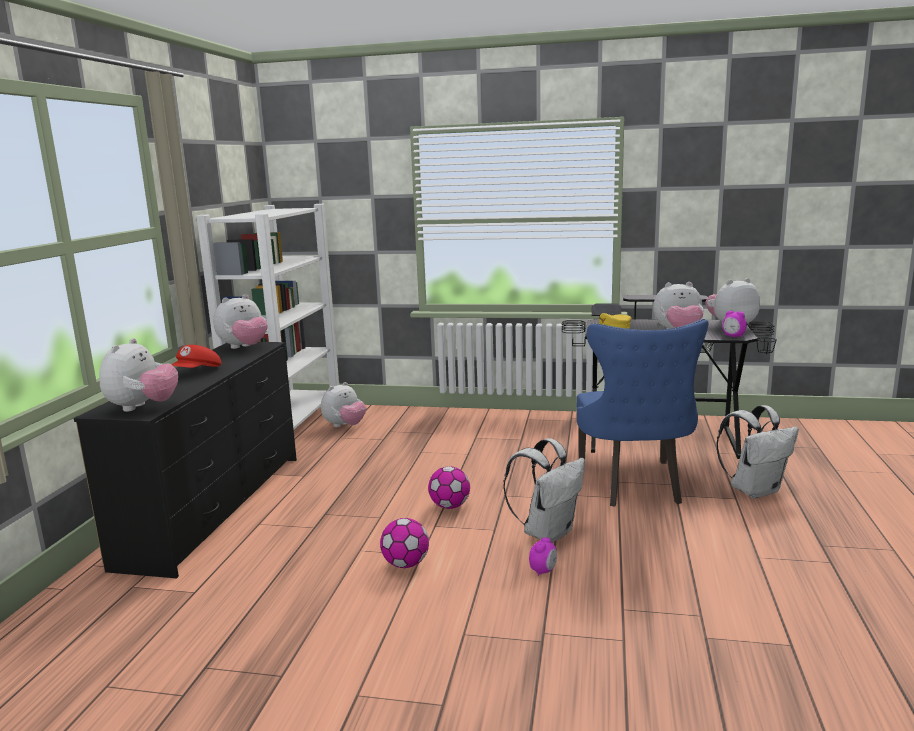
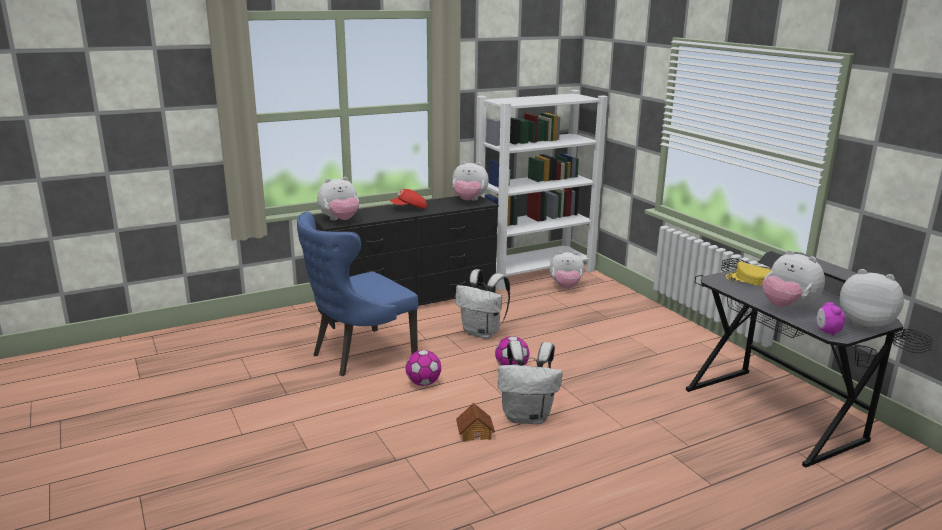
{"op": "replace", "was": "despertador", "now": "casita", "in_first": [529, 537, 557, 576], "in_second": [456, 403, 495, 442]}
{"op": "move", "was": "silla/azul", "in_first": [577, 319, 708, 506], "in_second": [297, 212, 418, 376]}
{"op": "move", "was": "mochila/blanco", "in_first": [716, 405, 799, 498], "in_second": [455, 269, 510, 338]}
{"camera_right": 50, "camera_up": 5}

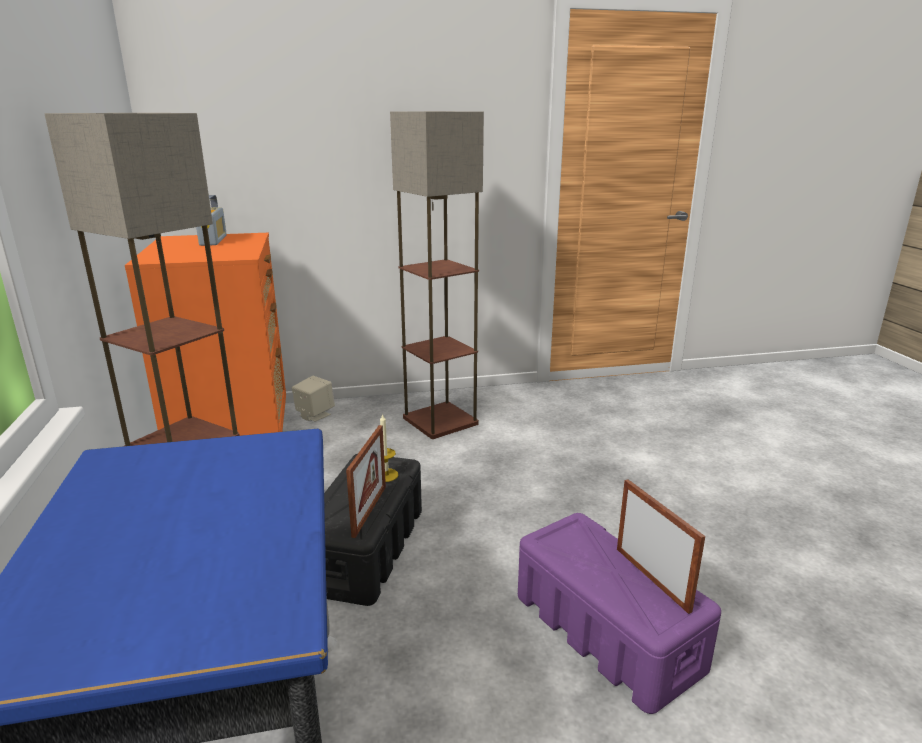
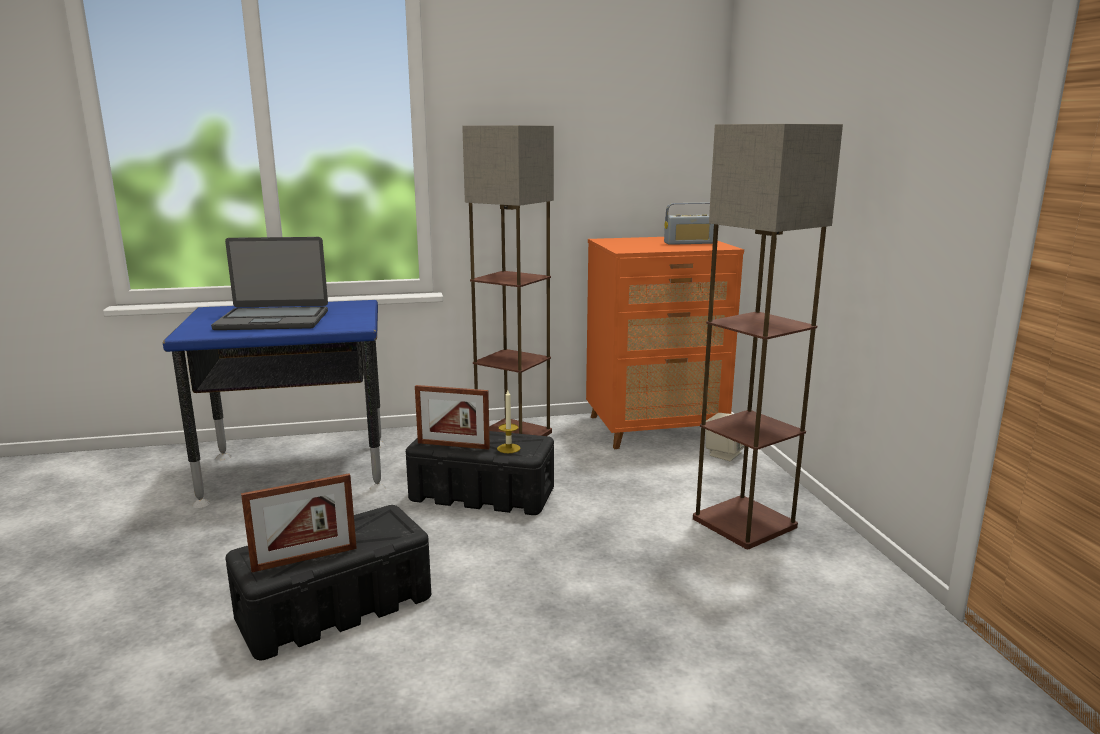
{"op": "recolor", "was": "caja de almacenaje/morado", "now": "caja de almacenaje/negro", "in_first": [518, 513, 721, 714], "in_second": [225, 505, 431, 660]}
{"op": "insert", "now": "portátil", "in_second": [211, 237, 328, 330]}
{"camera_right": 90, "camera_up": -5}

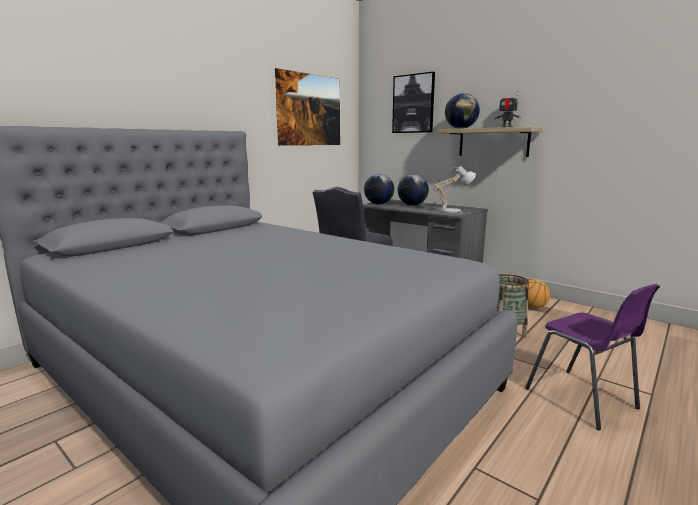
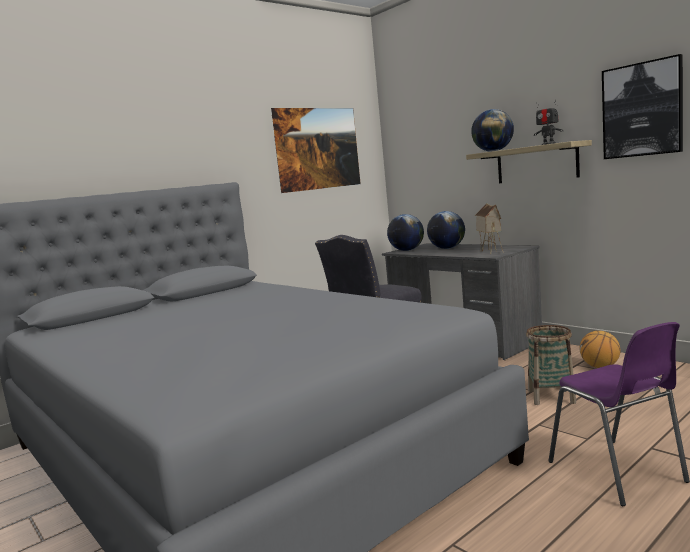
{"op": "move", "was": "cuadro", "in_first": [392, 72, 435, 133], "in_second": [602, 54, 683, 159]}
{"op": "replace", "was": "lámpara de mesa", "now": "casita", "in_first": [432, 166, 476, 214], "in_second": [475, 203, 504, 254]}
{"camera_right": 10, "camera_up": -5}

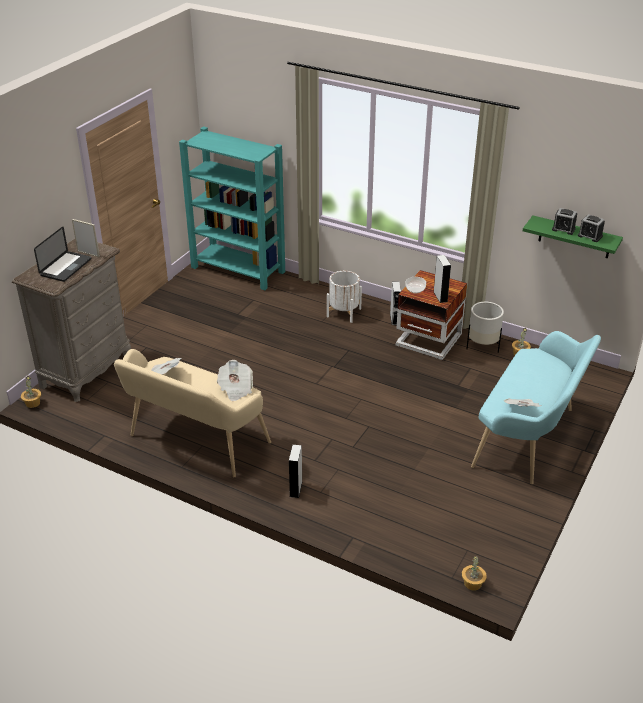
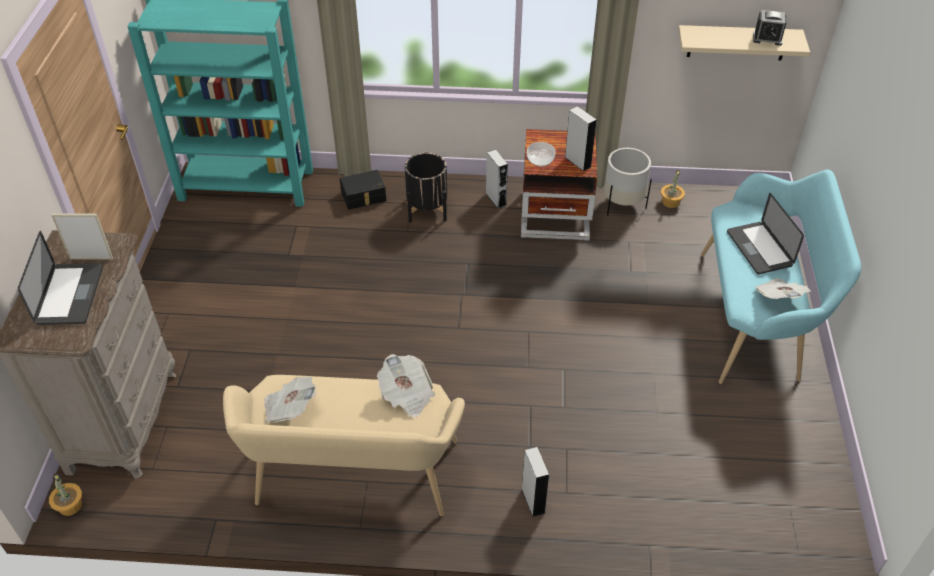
{"op": "recolor", "was": "maceta/blanco", "now": "maceta/negro", "in_first": [327, 271, 362, 323], "in_second": [405, 153, 447, 223]}
{"op": "delete", "was": "planta en maceta", "in_first": [462, 556, 487, 591]}
{"op": "recolor", "was": "estante/verde", "now": "estante/beis", "in_first": [523, 216, 623, 258], "in_second": [678, 25, 810, 61]}
{"op": "delete", "was": "despertador", "in_first": [552, 208, 577, 235]}
{"op": "insert", "now": "caja de almacenaje/negro", "in_second": [340, 170, 386, 210]}
{"op": "insert", "now": "portátil", "in_second": [727, 193, 804, 274]}
{"camera_right": -25, "camera_up": 10}

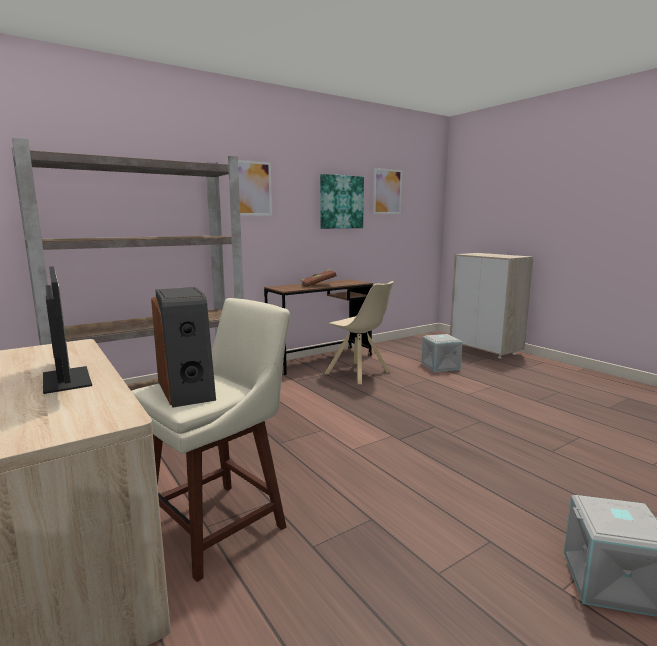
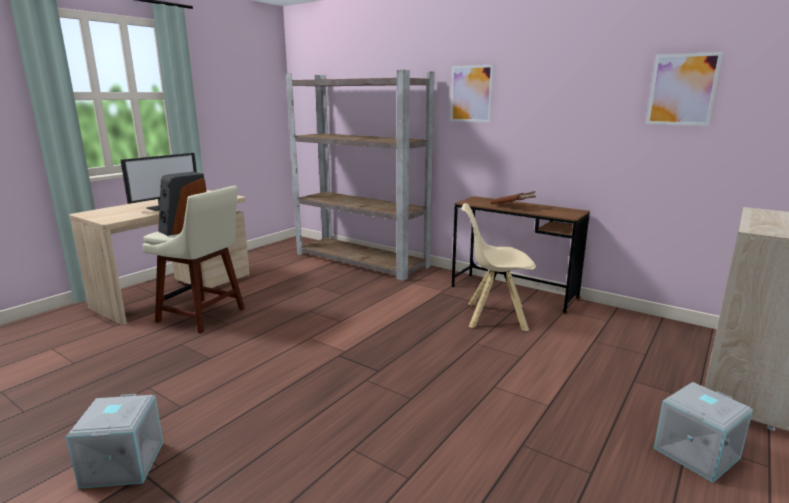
{"op": "delete", "was": "cuadro", "in_first": [320, 174, 364, 229]}
{"op": "rotate", "was": "silla/beis", "in_first": [324, 281, 394, 385], "in_second": [462, 203, 536, 332], "clockwise": 75}
{"op": "move", "was": "caja de almacenaje/gris", "in_first": [421, 334, 462, 372], "in_second": [654, 382, 753, 483]}
{"camera_right": 70, "camera_up": 5}

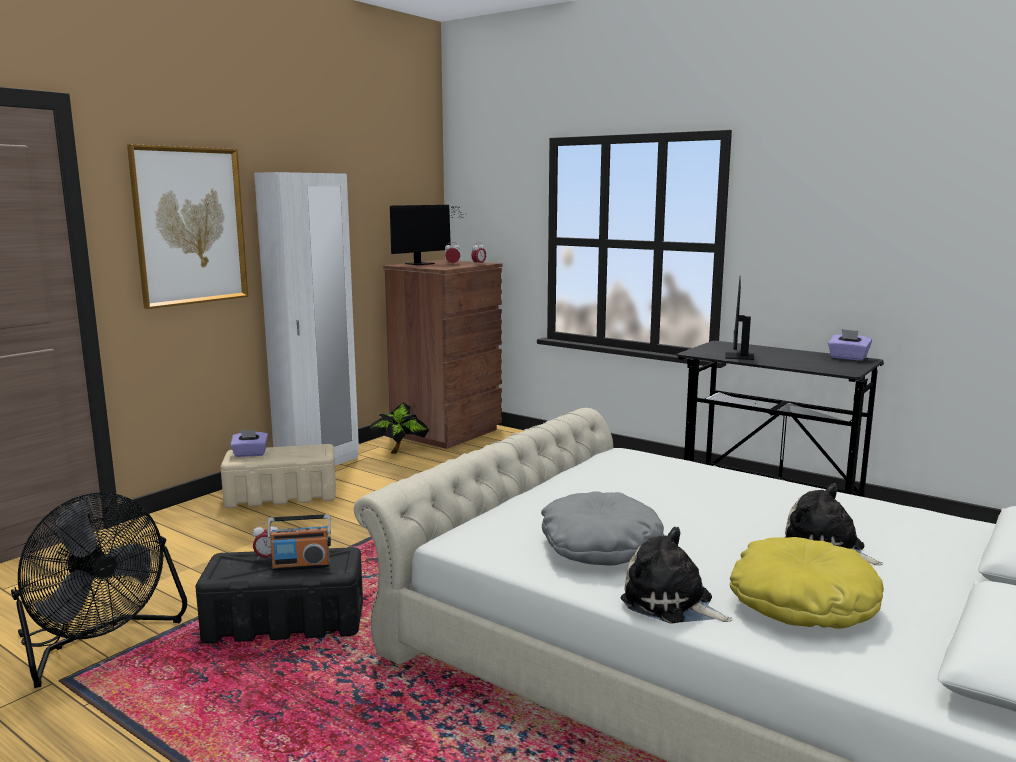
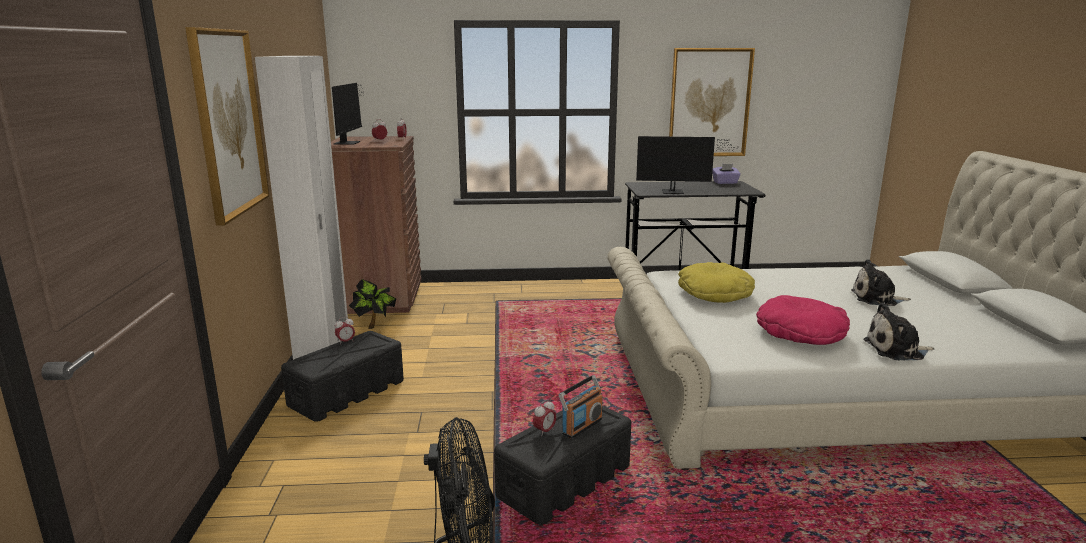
{"op": "recolor", "was": "caja de almacenaje/beis", "now": "caja de almacenaje/negro", "in_first": [221, 444, 336, 508], "in_second": [281, 331, 404, 422]}
{"op": "delete", "was": "caja de pañuelos/morado", "in_first": [230, 430, 268, 457]}
{"op": "recolor", "was": "cojín/gris", "now": "cojín/rosa", "in_first": [541, 491, 664, 566], "in_second": [756, 295, 850, 345]}
{"op": "rotate", "was": "monitor", "in_first": [725, 277, 754, 360], "in_second": [636, 136, 740, 194], "clockwise": -60}
{"op": "move", "was": "cojín/amarillo", "in_first": [730, 537, 884, 629], "in_second": [678, 262, 755, 303]}
{"op": "insert", "now": "despertador", "in_second": [335, 317, 355, 345]}
{"op": "insert", "now": "cuadro", "in_second": [669, 48, 755, 156]}
{"camera_right": -40, "camera_up": 5}

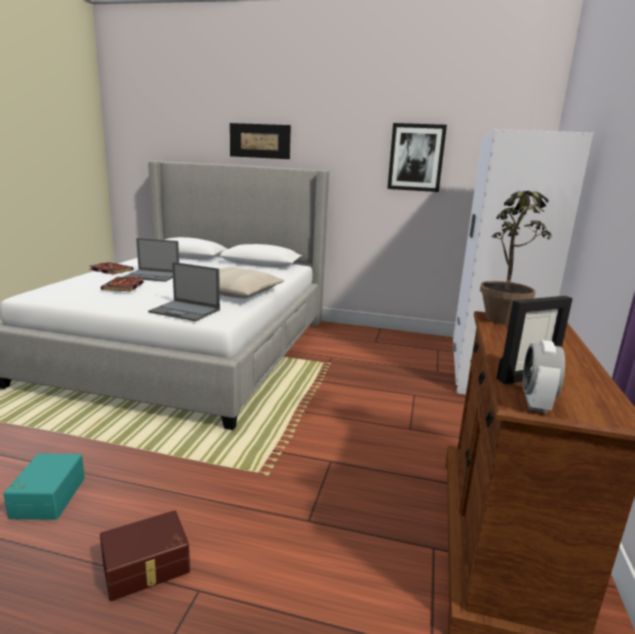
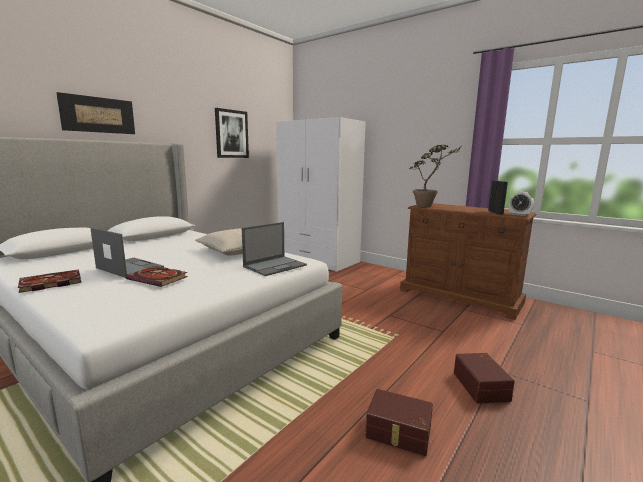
{"op": "recolor", "was": "caja de almacenaje/turquesa", "now": "caja de almacenaje/marrón", "in_first": [3, 453, 85, 520], "in_second": [365, 389, 433, 456]}
{"op": "rotate", "was": "portátil", "in_first": [123, 238, 179, 282], "in_second": [90, 228, 164, 278], "clockwise": -90}
{"camera_right": -65, "camera_up": -5}

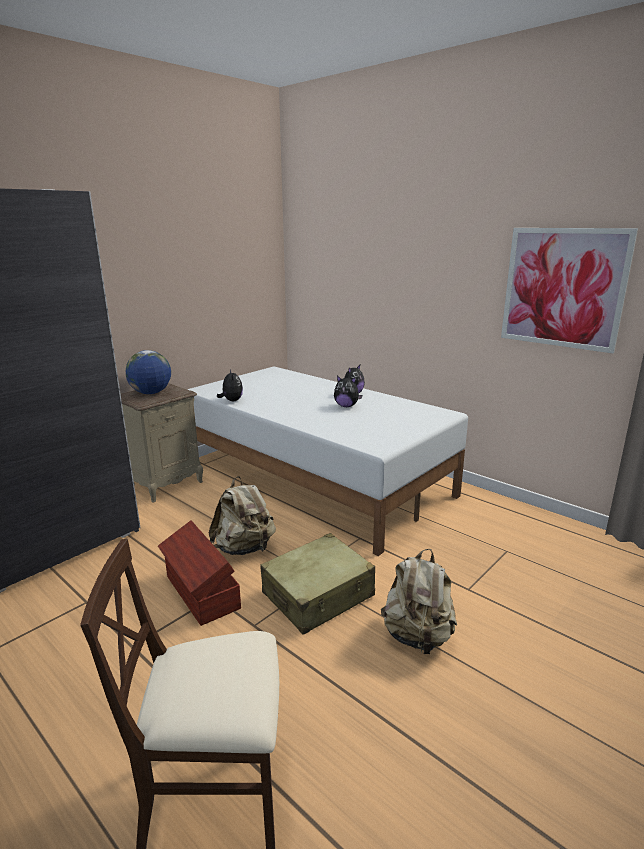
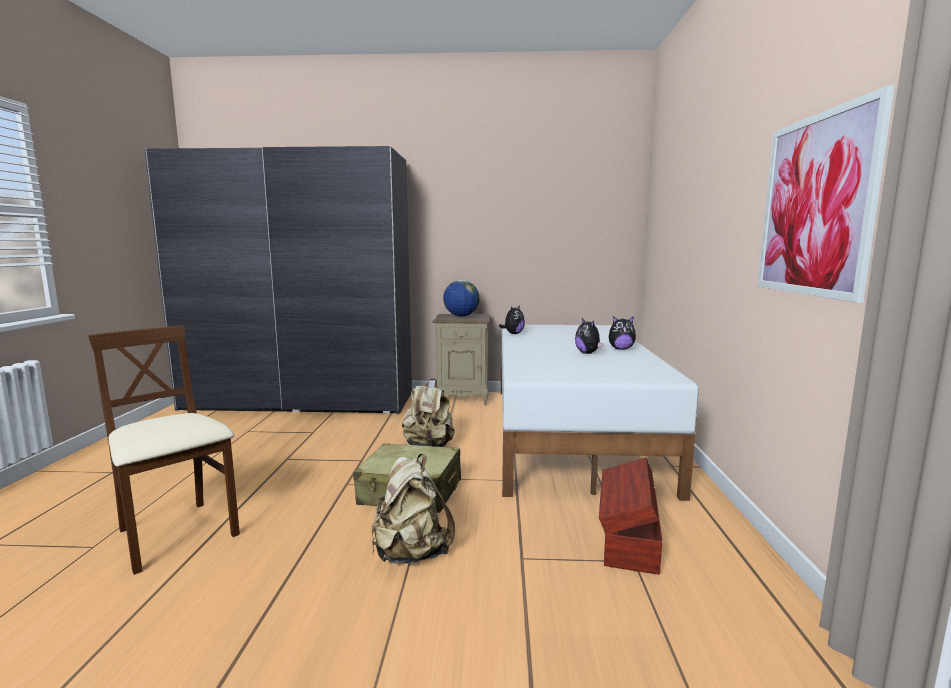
{"op": "move", "was": "caja de almacenaje/marrón", "in_first": [158, 521, 241, 626], "in_second": [599, 457, 663, 575]}
{"camera_right": 50, "camera_up": -10}

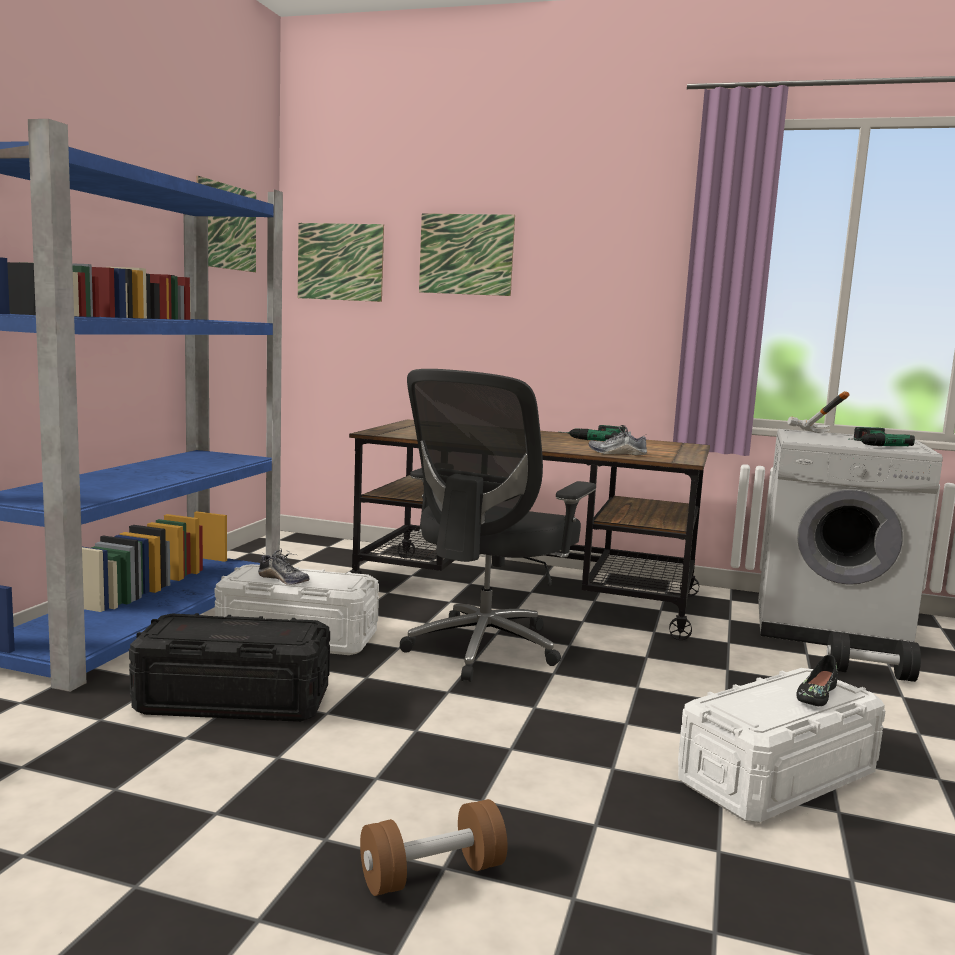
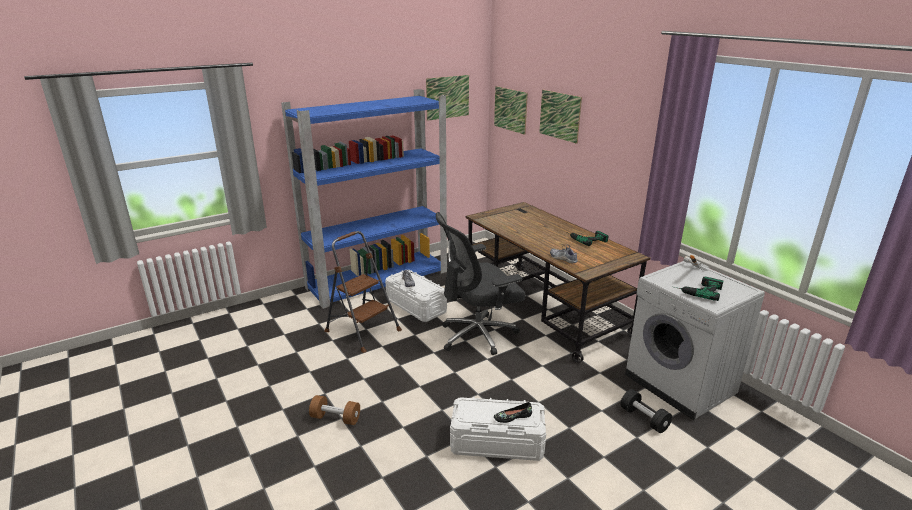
{"op": "replace", "was": "caja de almacenaje/negro", "now": "escalera de tijera/marrón", "in_first": [129, 613, 330, 722], "in_second": [324, 231, 402, 353]}
{"camera_right": 40, "camera_up": 15}

